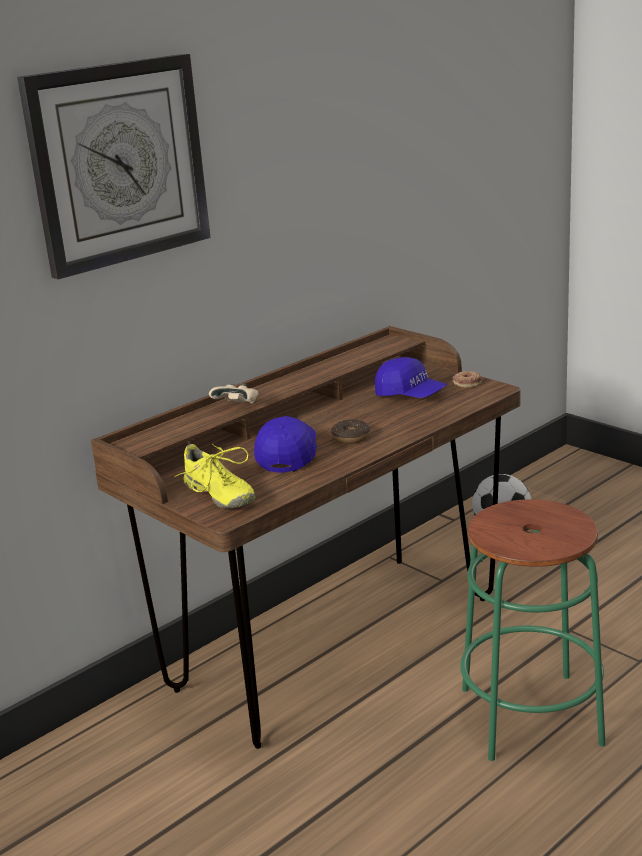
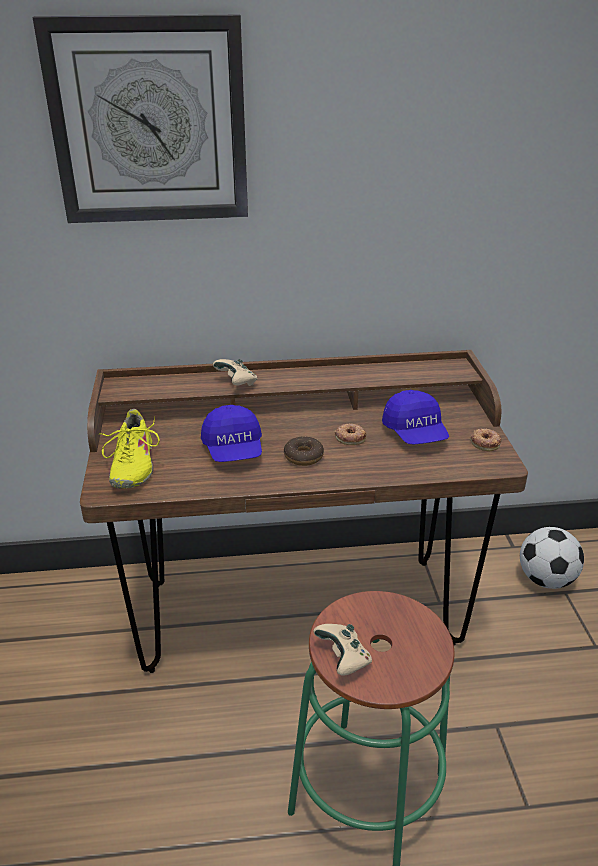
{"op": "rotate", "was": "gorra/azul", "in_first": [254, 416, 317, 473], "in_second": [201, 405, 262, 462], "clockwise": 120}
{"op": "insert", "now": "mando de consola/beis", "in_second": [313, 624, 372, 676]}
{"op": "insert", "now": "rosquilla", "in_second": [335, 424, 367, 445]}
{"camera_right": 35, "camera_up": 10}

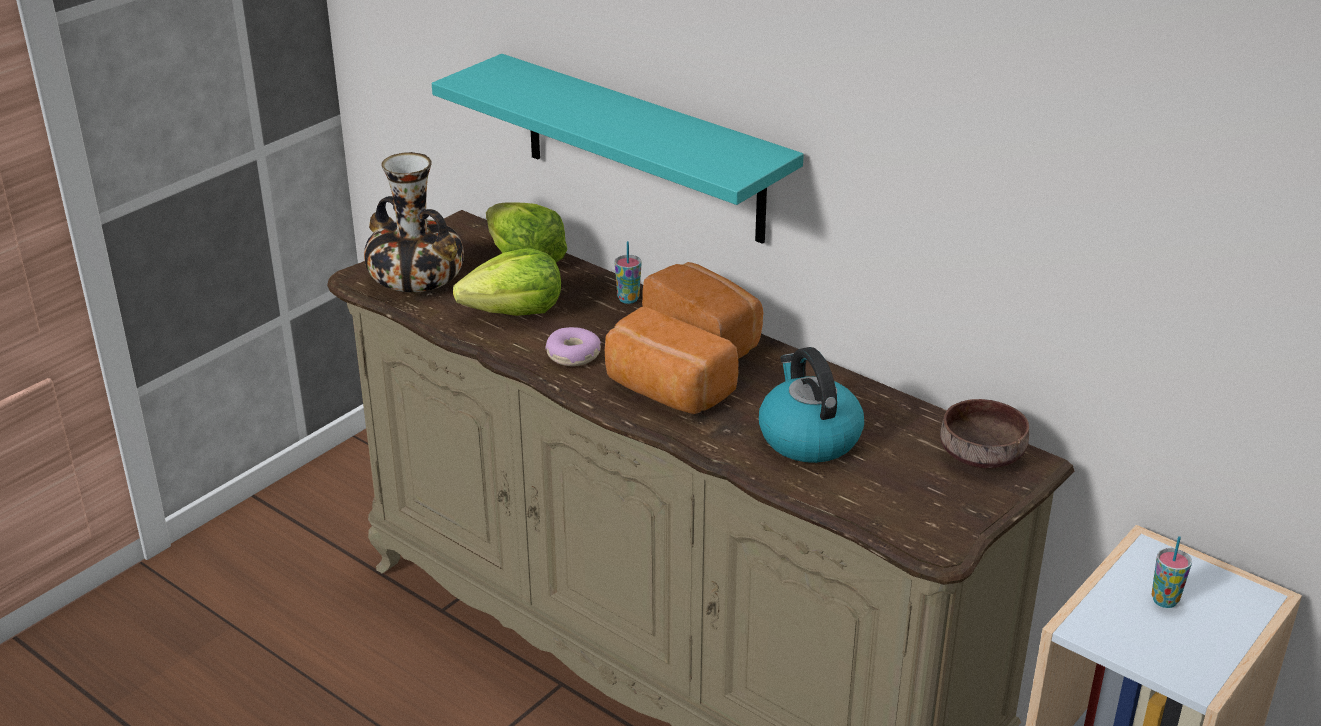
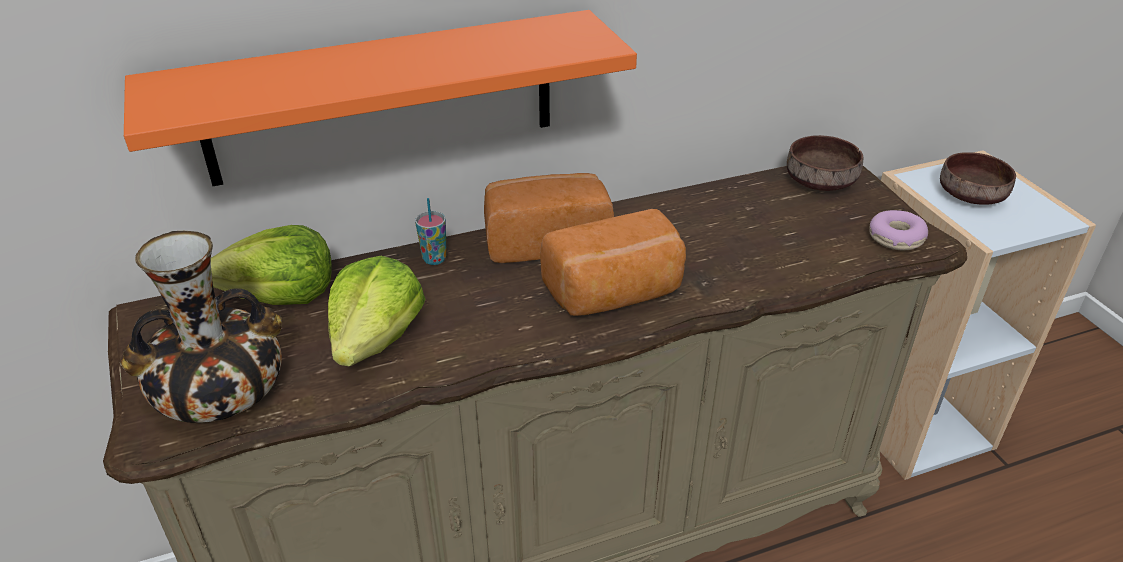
{"op": "recolor", "was": "estante/turquesa", "now": "estante/naranja", "in_first": [432, 54, 804, 244], "in_second": [124, 10, 637, 186]}
{"op": "move", "was": "rosquilla", "in_first": [545, 327, 601, 366], "in_second": [869, 210, 928, 250]}
{"op": "delete", "was": "hervidor", "in_first": [759, 347, 864, 463]}
{"op": "replace", "was": "taza", "now": "cuenco/marrón", "in_first": [1152, 536, 1192, 608], "in_second": [940, 152, 1016, 205]}
{"camera_right": -60, "camera_up": 5}

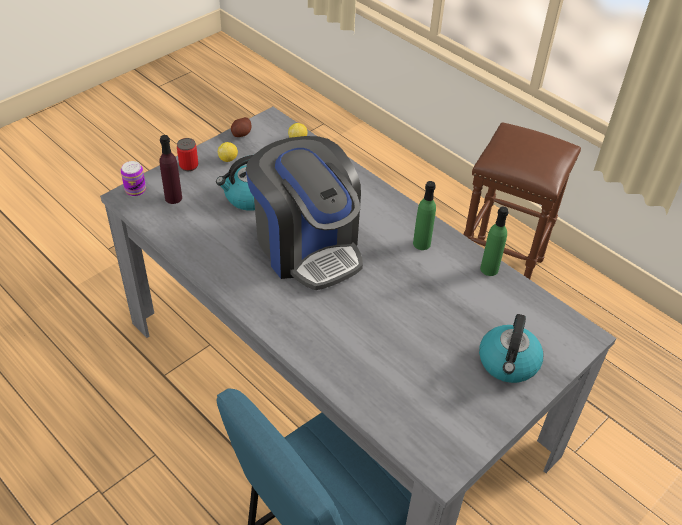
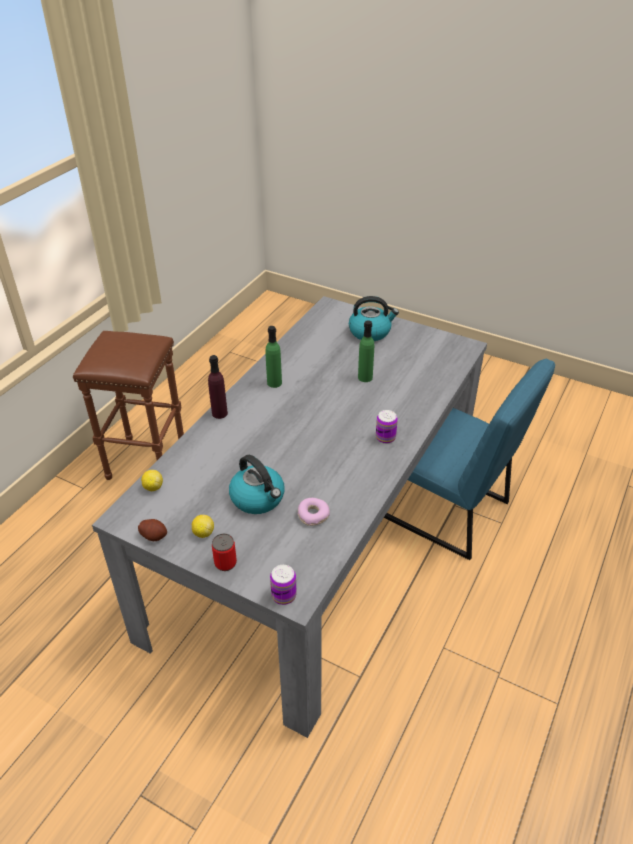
{"op": "move", "was": "botella/morado", "in_first": [160, 135, 182, 204], "in_second": [208, 355, 228, 419]}
{"op": "delete", "was": "cafetera", "in_first": [246, 136, 363, 290]}
{"op": "move", "was": "botella/verde", "in_first": [480, 207, 508, 276], "in_second": [358, 320, 374, 382]}
{"op": "insert", "now": "rosquilla", "in_second": [297, 498, 330, 526]}
{"op": "insert", "now": "lata", "in_second": [376, 410, 398, 444]}
{"camera_right": -105, "camera_up": -5}

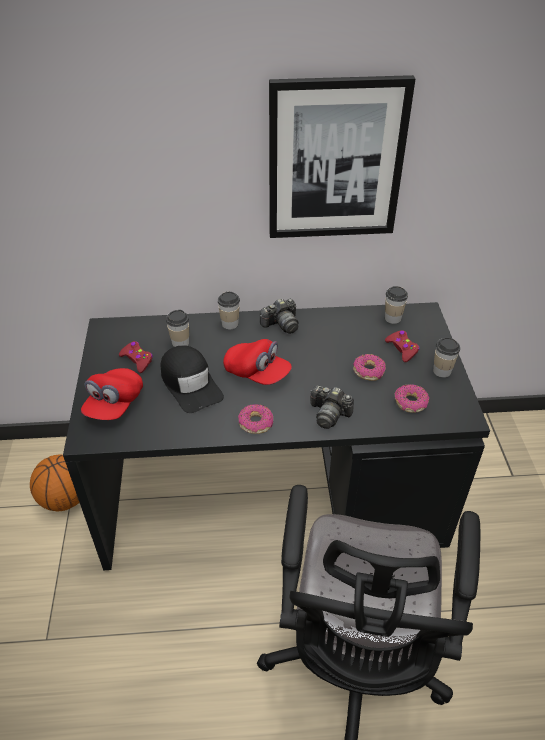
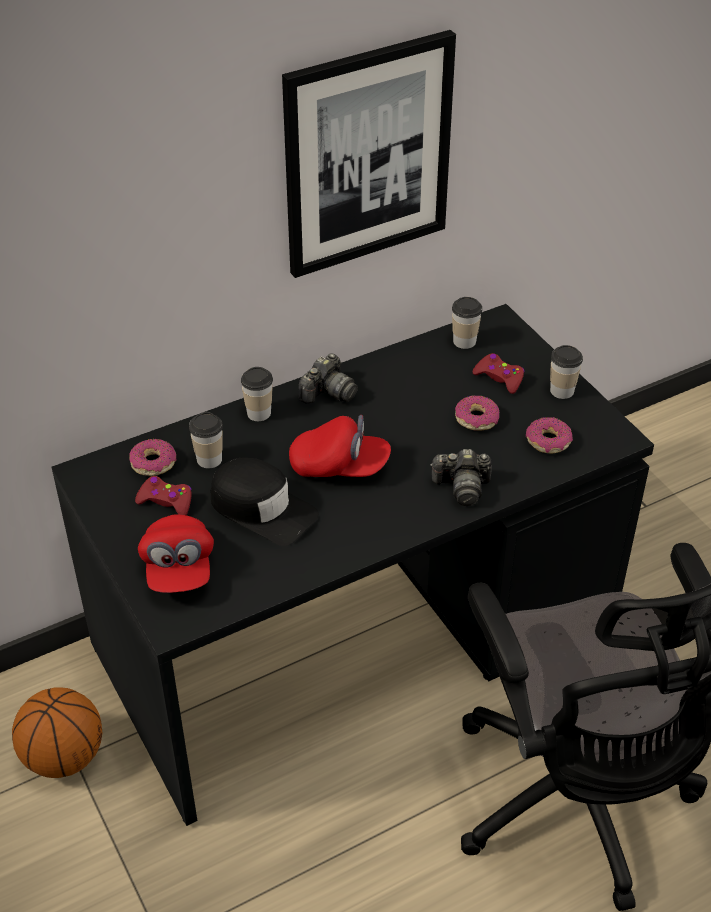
{"op": "move", "was": "rosquilla", "in_first": [238, 404, 273, 434], "in_second": [129, 439, 176, 476]}
{"camera_right": -25, "camera_up": 0}

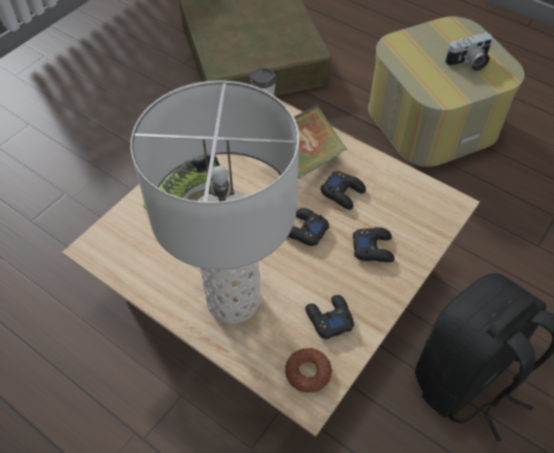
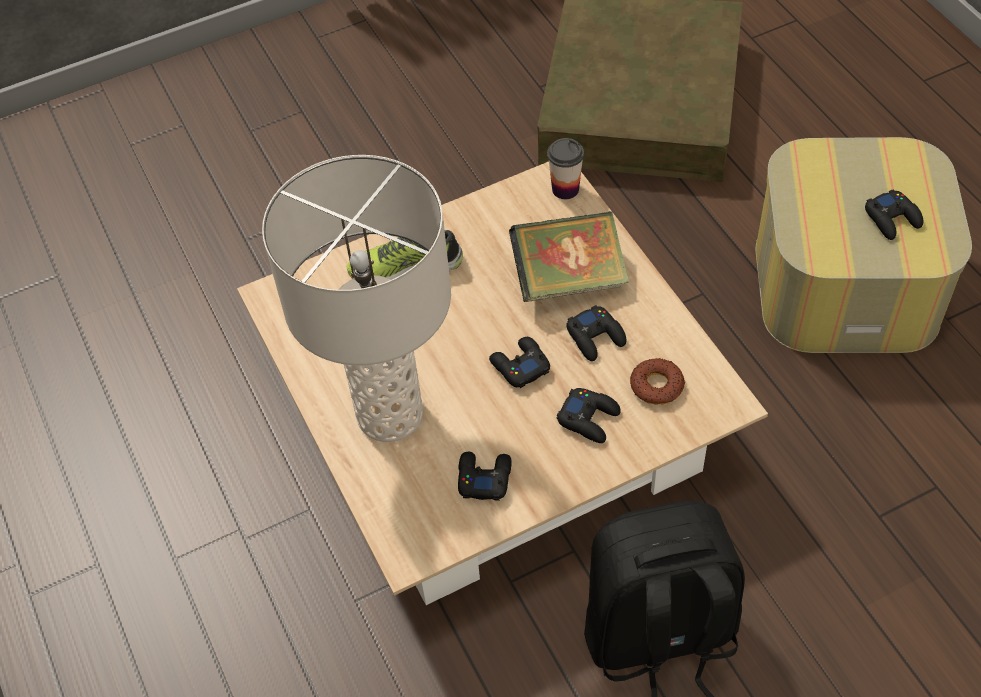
{"op": "move", "was": "rosquilla", "in_first": [285, 348, 332, 393], "in_second": [630, 358, 685, 405]}
{"op": "replace", "was": "cámara", "now": "mando de consola/negro", "in_first": [445, 32, 493, 71], "in_second": [865, 189, 923, 240]}
{"camera_right": 30, "camera_up": 0}

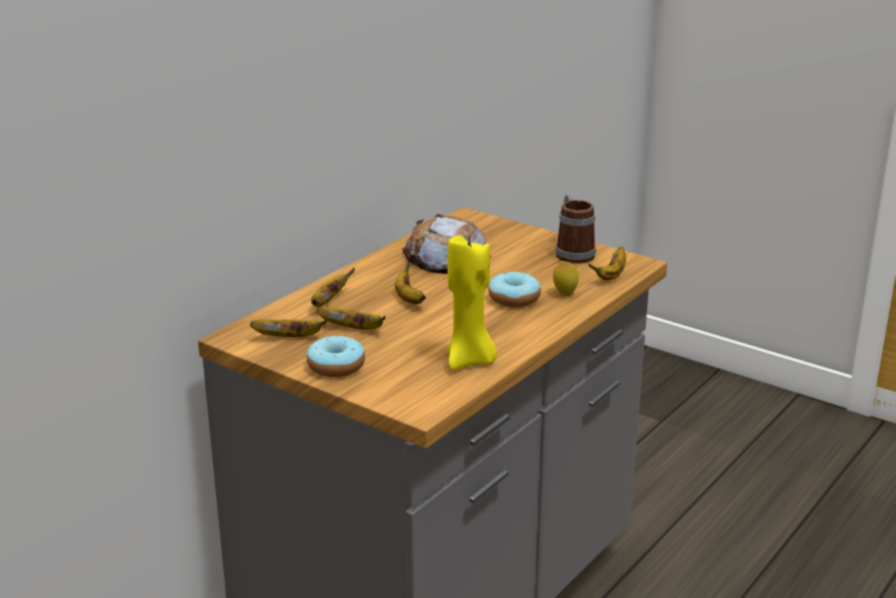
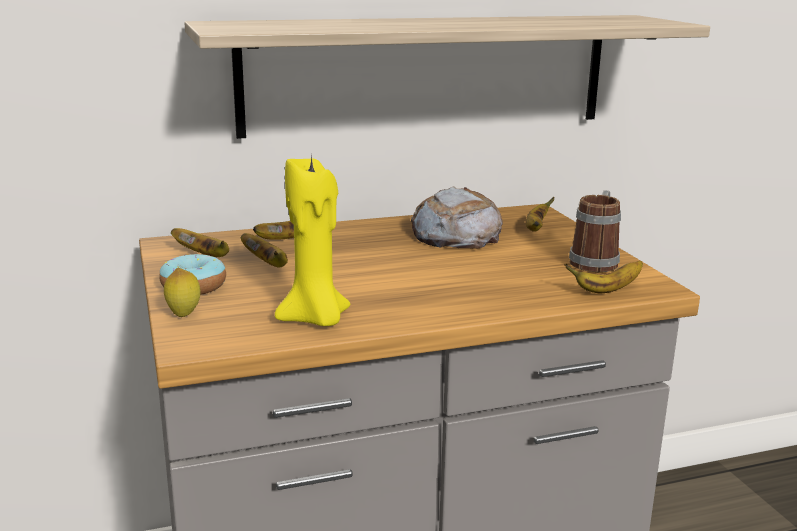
{"op": "move", "was": "plátano", "in_first": [395, 261, 426, 304], "in_second": [525, 197, 554, 232]}
{"op": "delete", "was": "rosquilla", "in_first": [489, 272, 541, 307]}
{"op": "move", "was": "limón", "in_first": [553, 261, 579, 296], "in_second": [164, 268, 200, 317]}
{"op": "insert", "now": "estante", "in_second": [185, 15, 710, 139]}
{"camera_right": 35, "camera_up": -5}

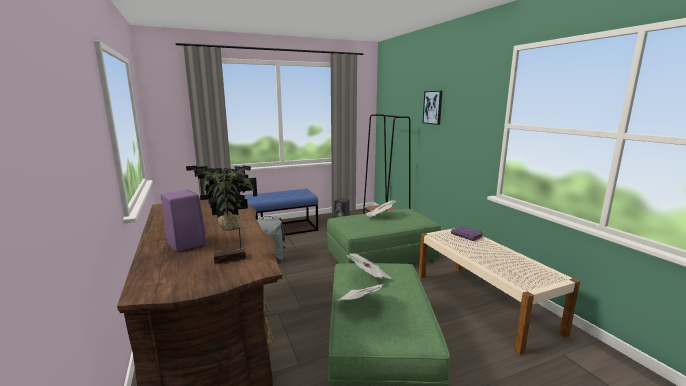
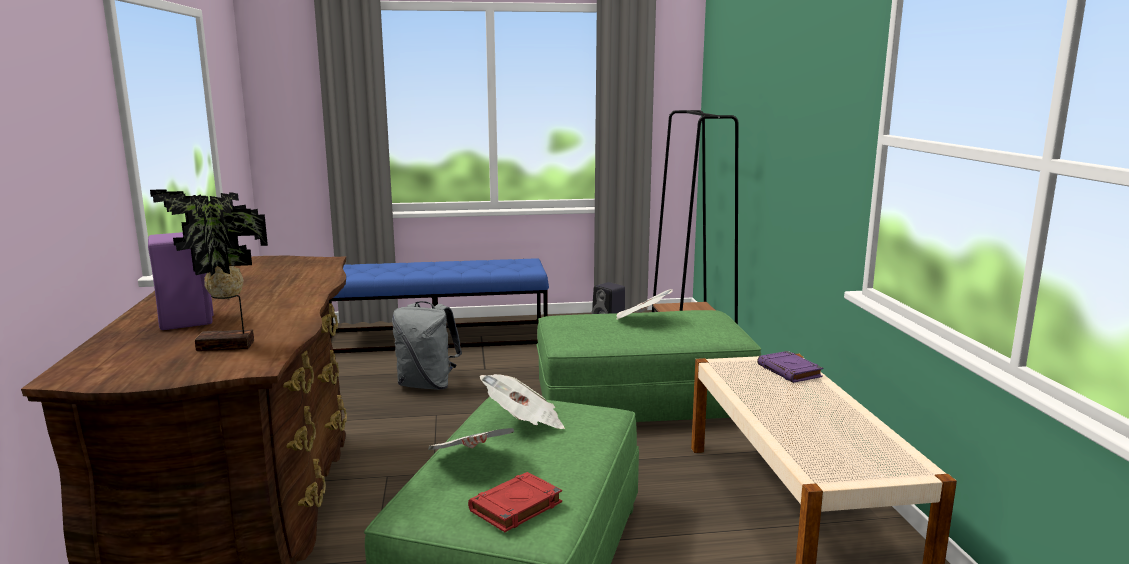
{"op": "delete", "was": "cuadro", "in_first": [423, 91, 442, 125]}
{"op": "insert", "now": "libro/rojo", "in_second": [468, 472, 562, 532]}
{"camera_right": 15, "camera_up": 0}

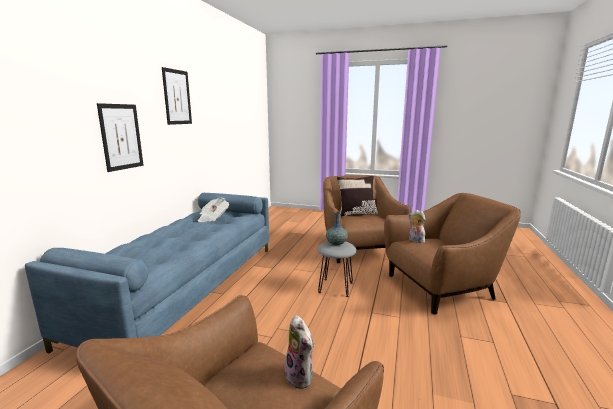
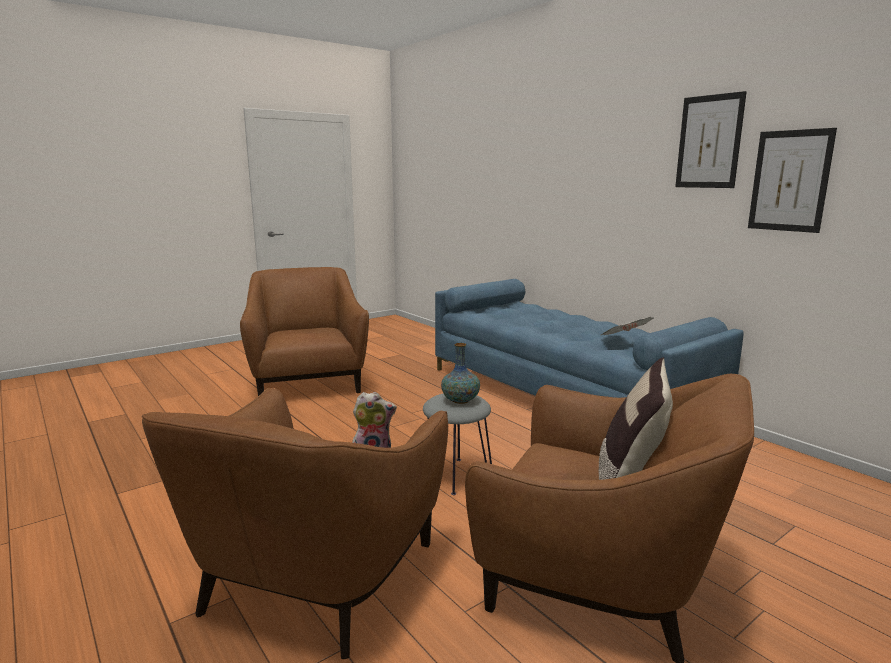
{"op": "move", "was": "cuadro", "in_first": [97, 103, 144, 172], "in_second": [748, 128, 837, 233]}
{"op": "delete", "was": "peluche", "in_first": [283, 315, 314, 389]}
{"camera_right": 125, "camera_up": 0}

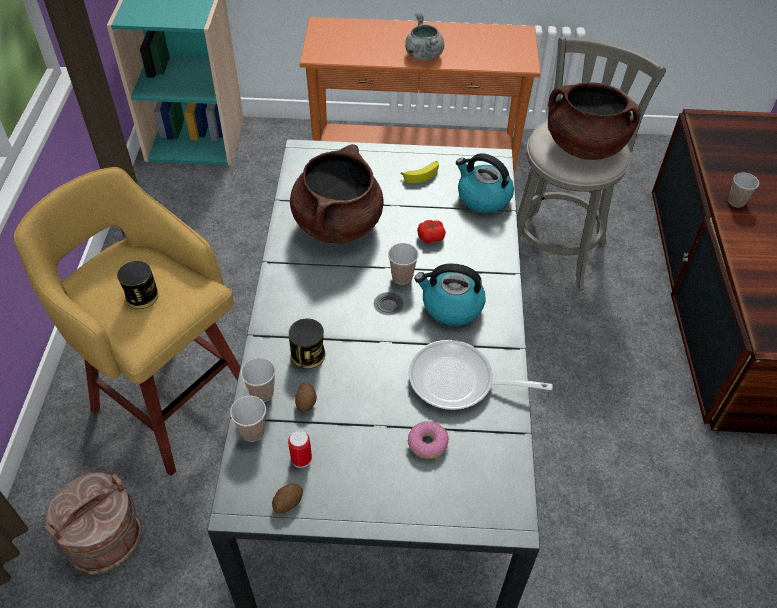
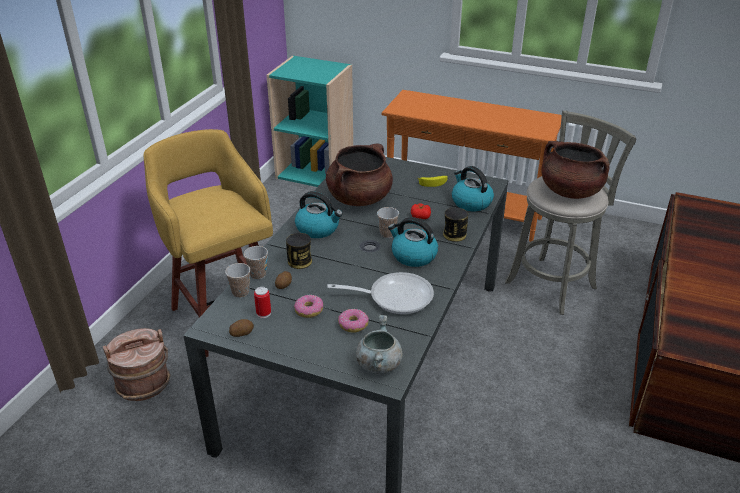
{"op": "move", "was": "lata", "in_first": [117, 261, 158, 309], "in_second": [443, 207, 468, 242]}
{"op": "move", "was": "olla/gris", "in_first": [405, 13, 444, 60], "in_second": [356, 315, 402, 373]}
{"op": "rotate", "was": "sartén", "in_first": [409, 340, 553, 410], "in_second": [327, 272, 434, 315], "clockwise": 150}
{"op": "delete", "was": "taza", "in_first": [728, 173, 759, 208]}
{"op": "insert", "now": "rosquilla", "in_second": [294, 295, 323, 318]}
{"op": "insert", "now": "hervidor", "in_second": [295, 191, 343, 238]}
{"camera_right": 20, "camera_up": -15}

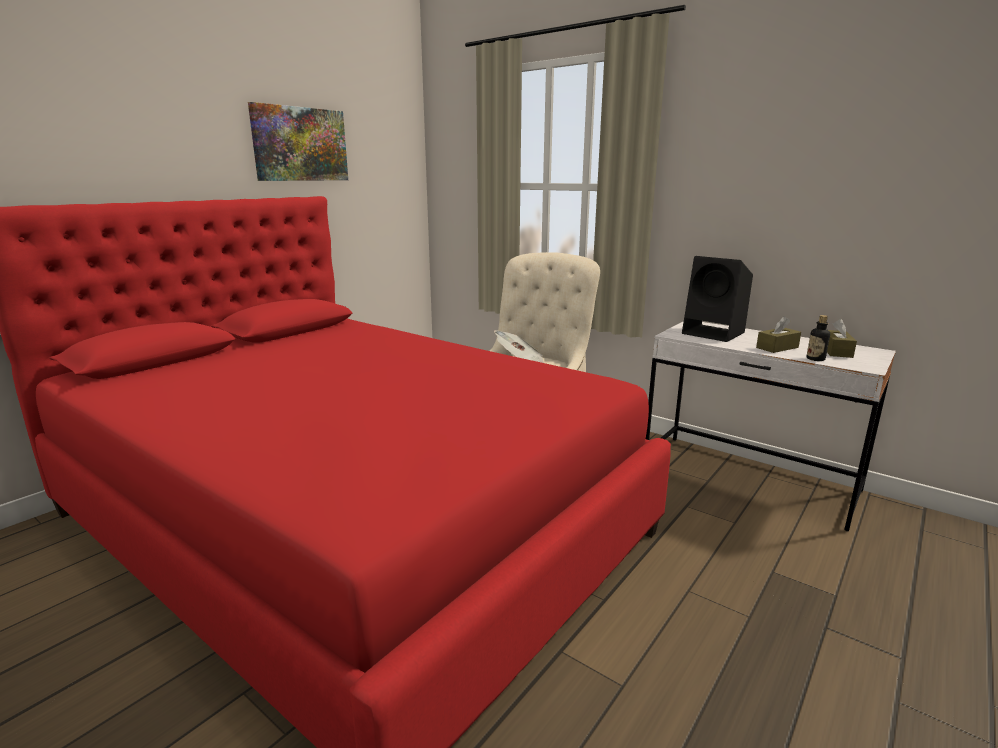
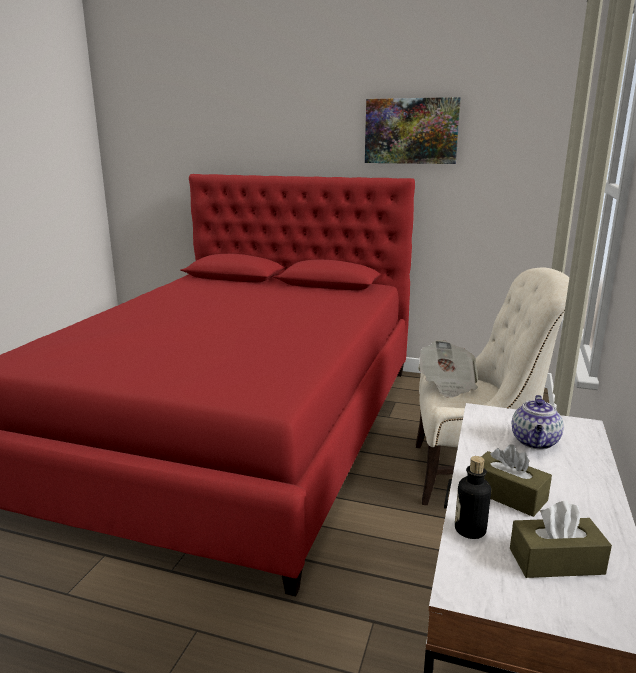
{"op": "replace", "was": "altavoz/negro", "now": "tetera", "in_first": [682, 256, 753, 342], "in_second": [512, 395, 564, 450]}
{"camera_right": 70, "camera_up": 0}

